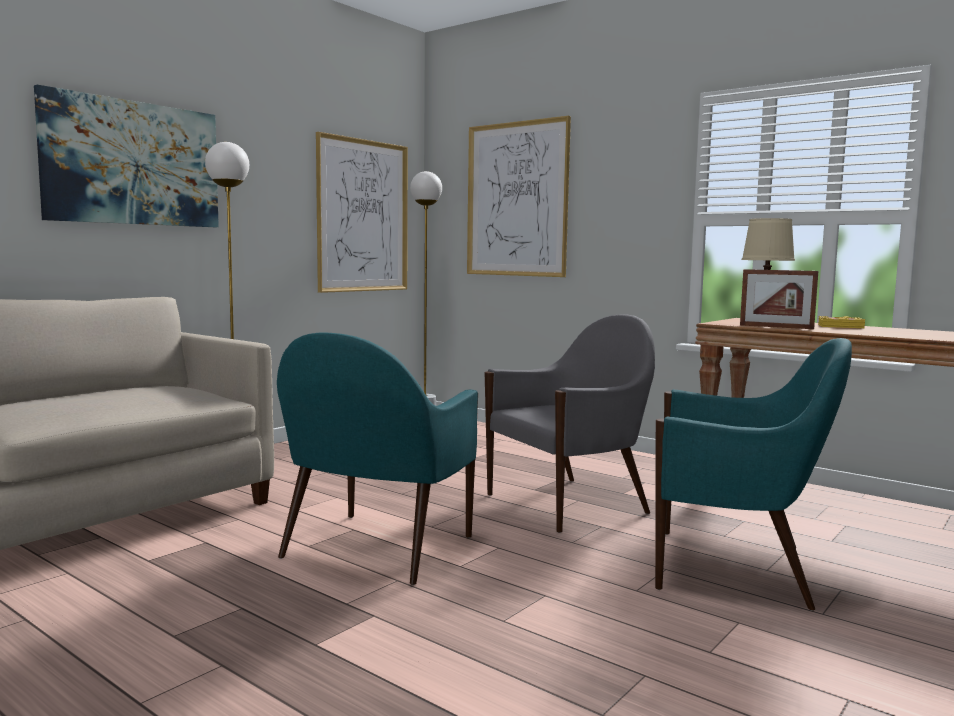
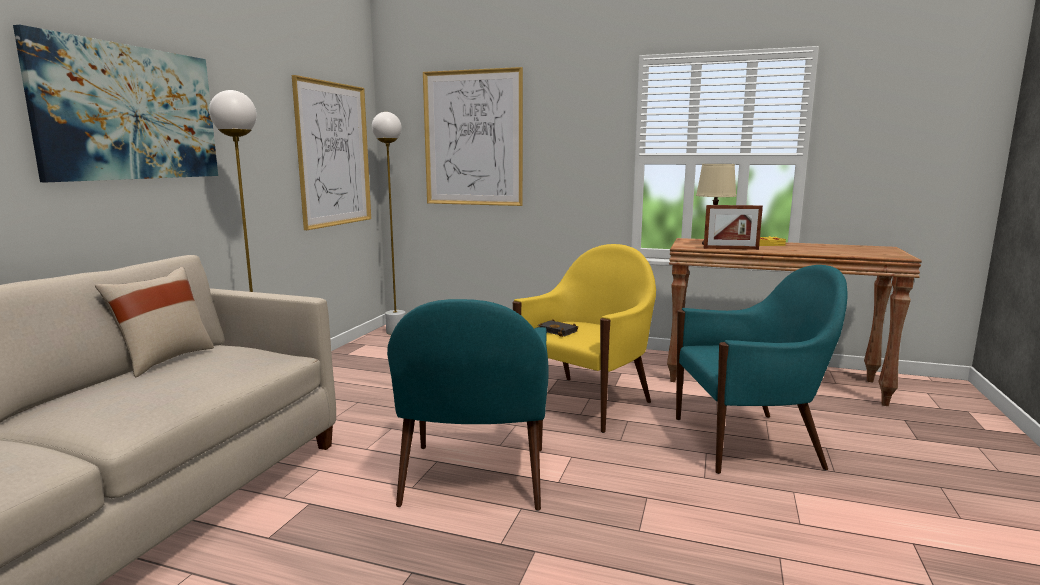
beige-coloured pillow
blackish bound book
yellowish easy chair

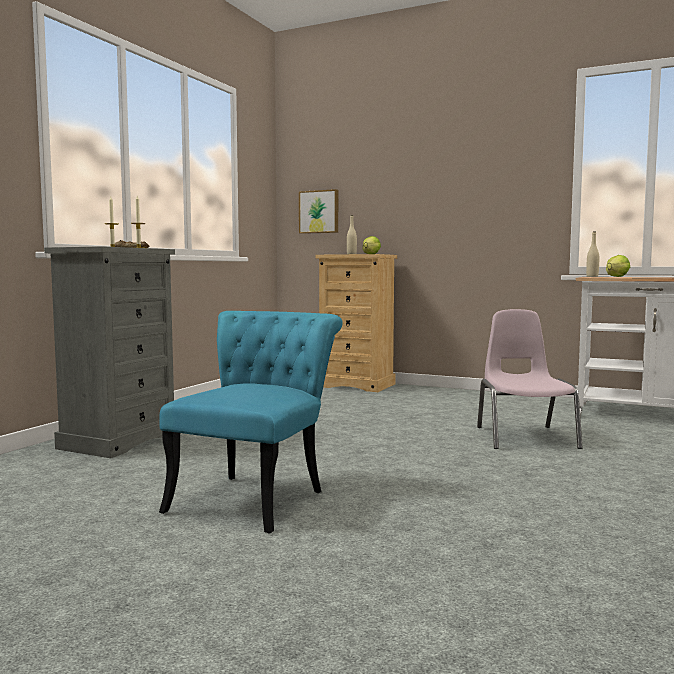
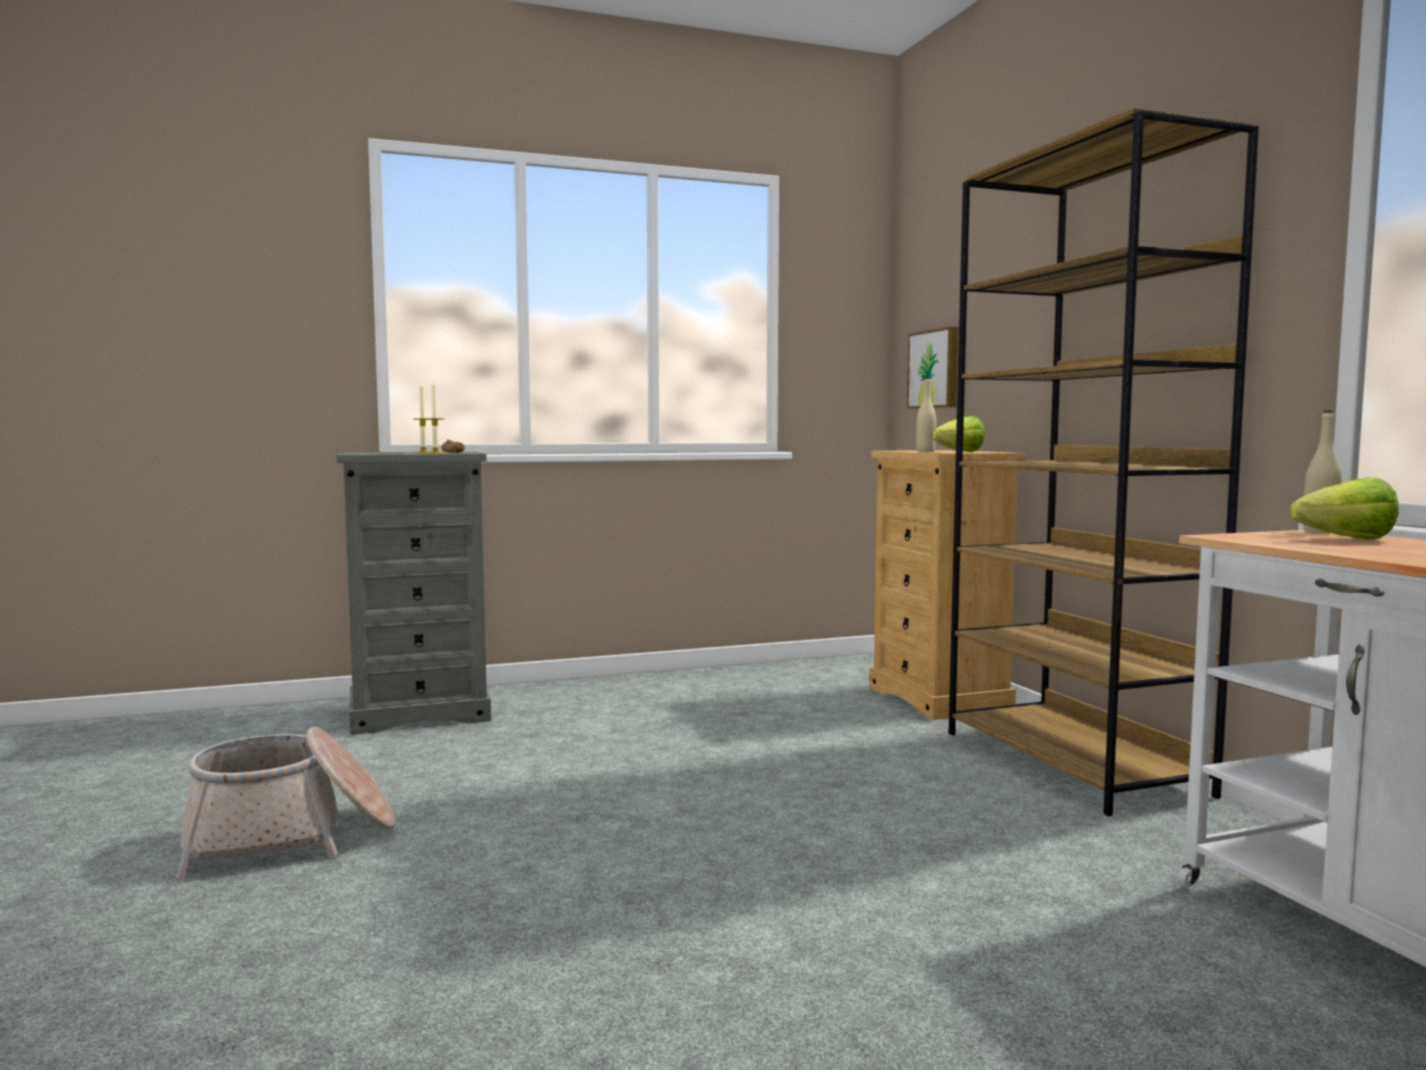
pink-coloured chair
brownish bookshelf
household basket

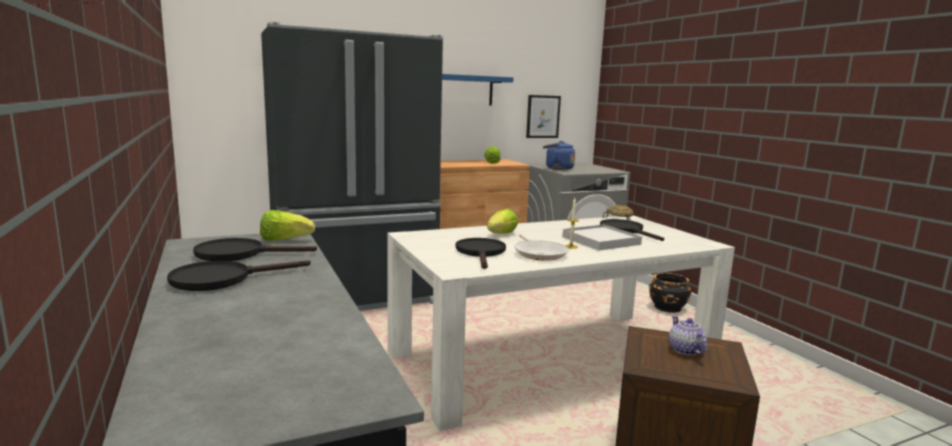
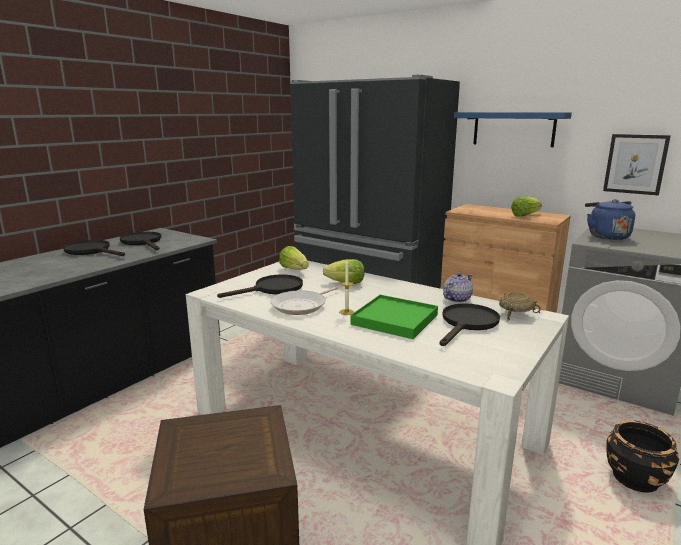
lettuce head (1st from left)
teapot
greenish tray

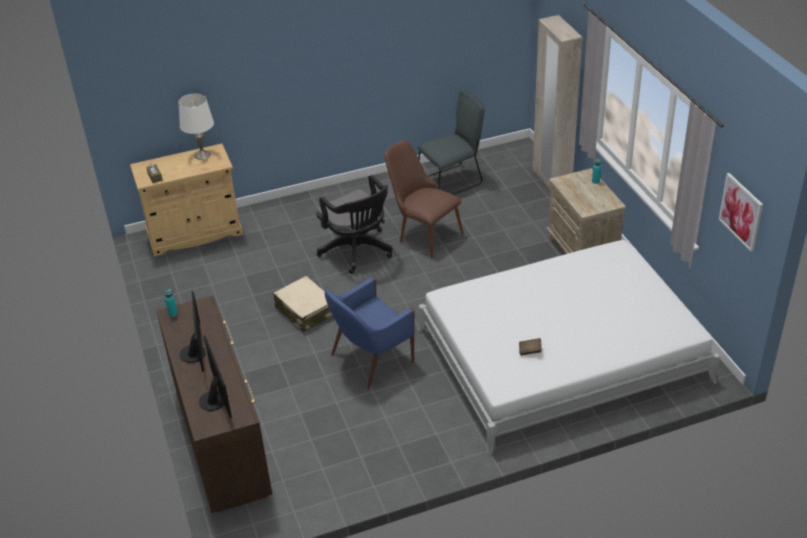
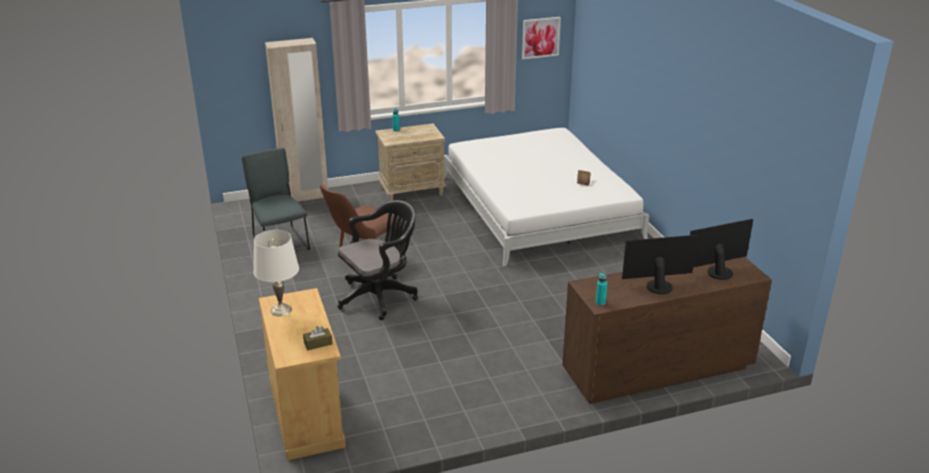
beige-coloured travel case
bluish easy chair

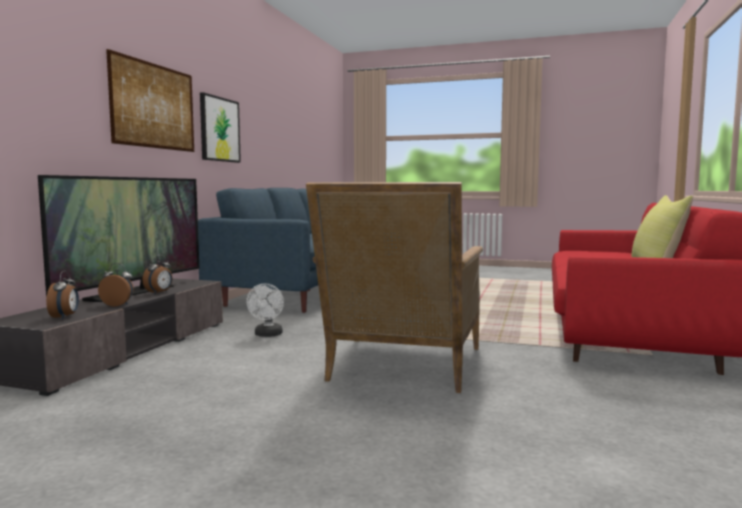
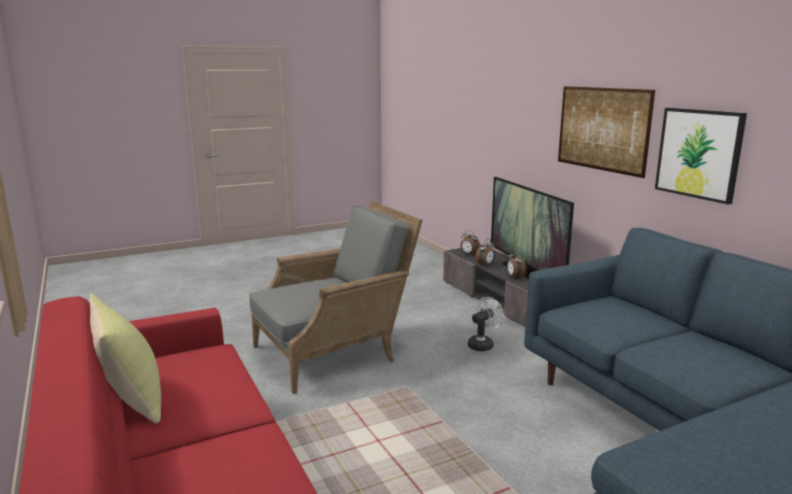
white-coloured electric fan
greyish easy chair

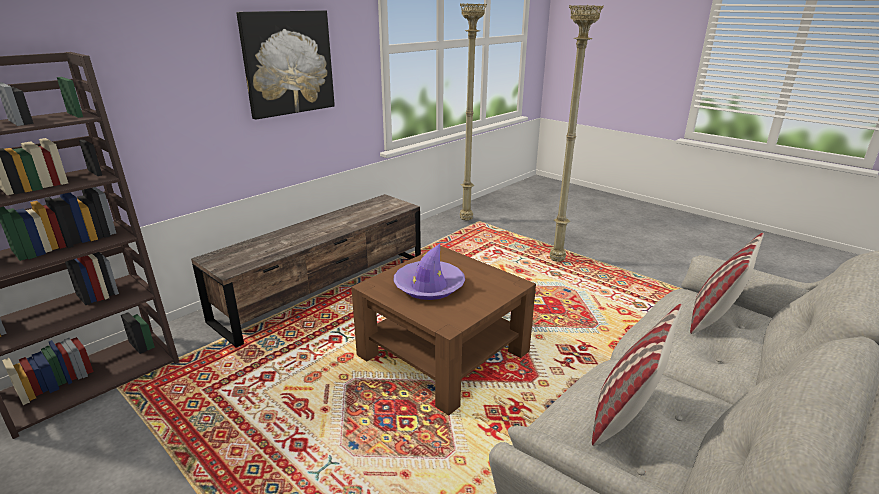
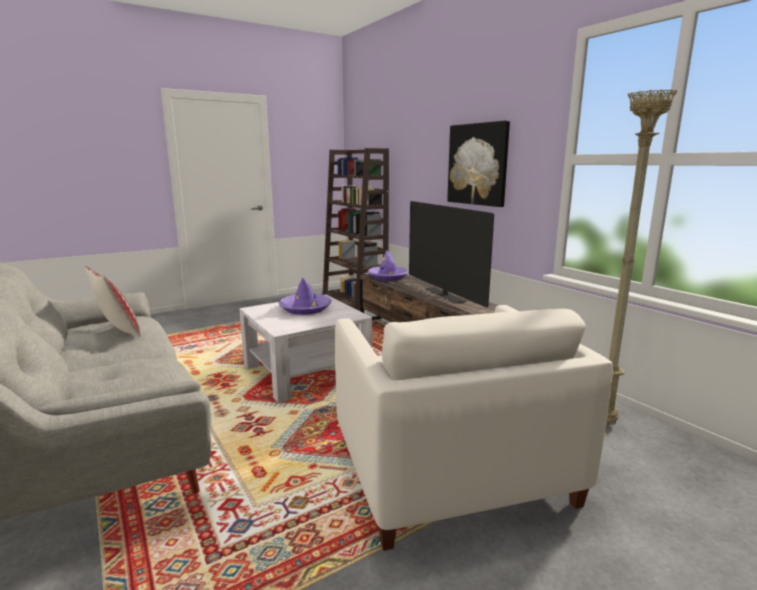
pillow (2nd from left in the first image)
purple wearable hat (2nd from left)
television
white-coloured easy chair
white-coloured low table

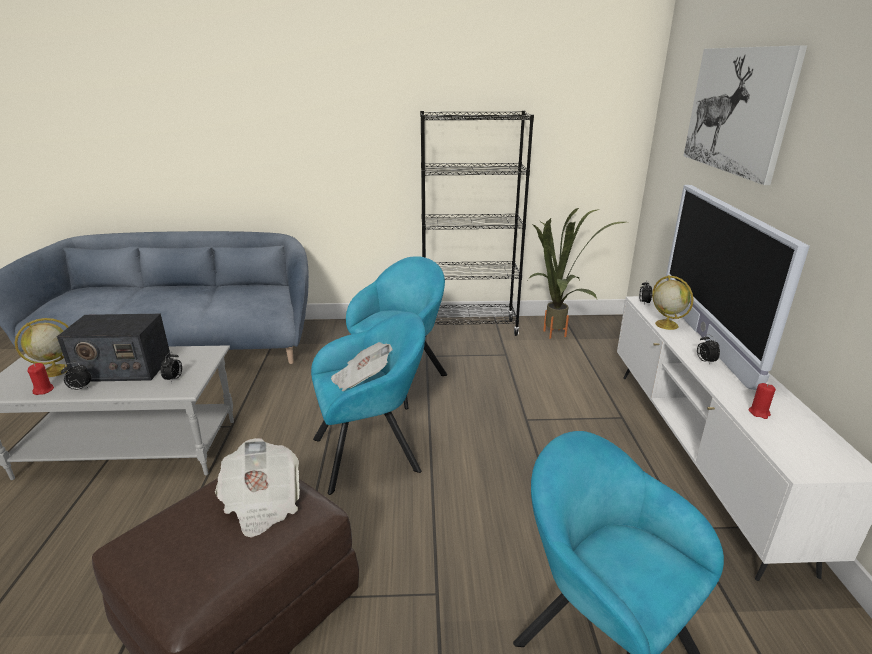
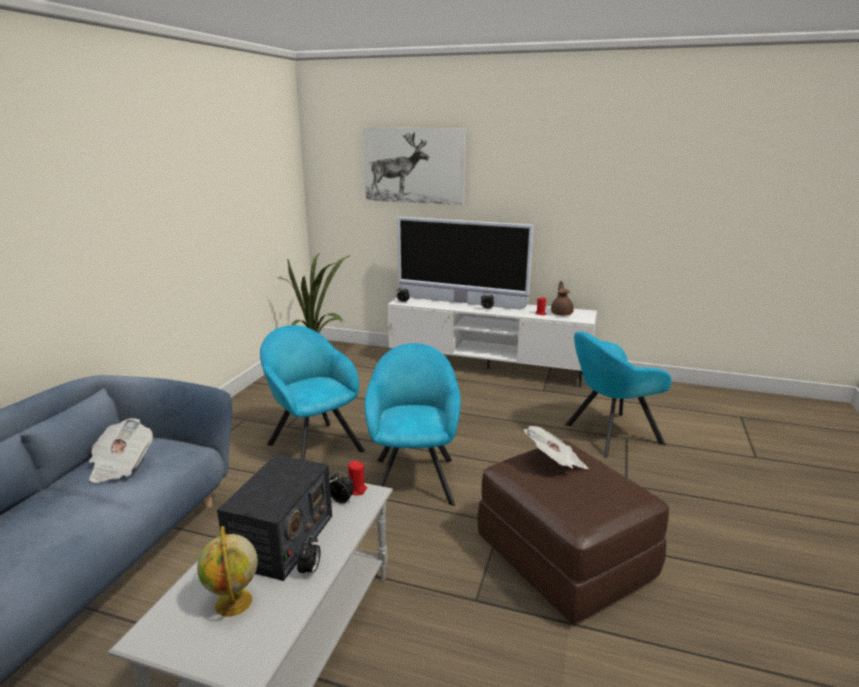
blackish bookshelf
globe (2nd from left in the first image)
brownish teapot
red wax light (1st from left)
daily paper (1st from left)

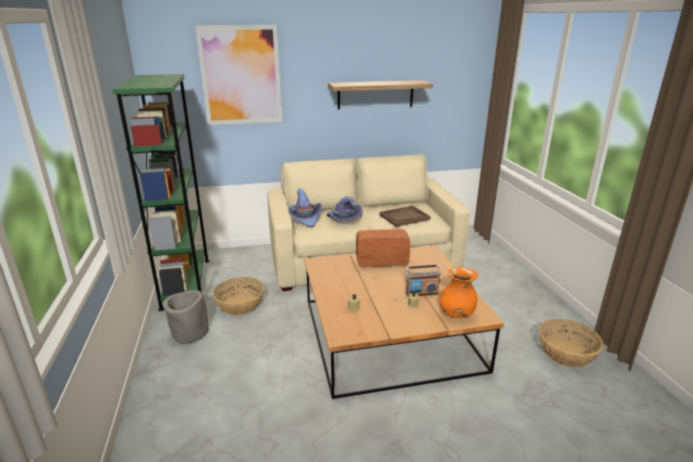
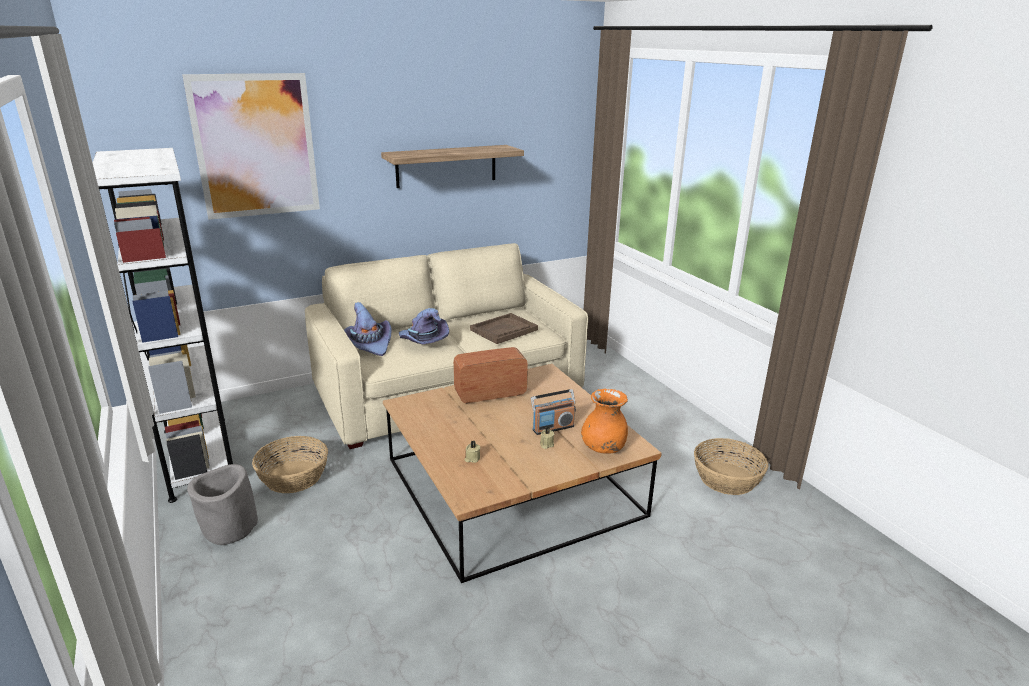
white-coloured bookshelf

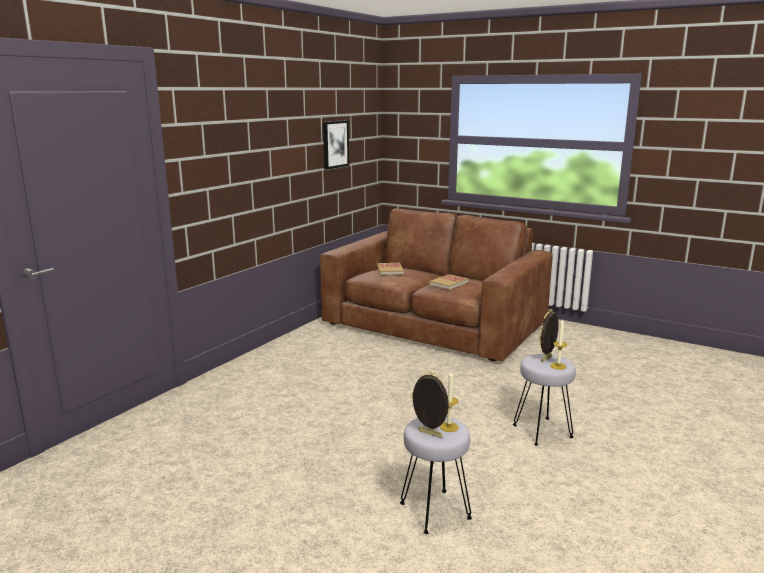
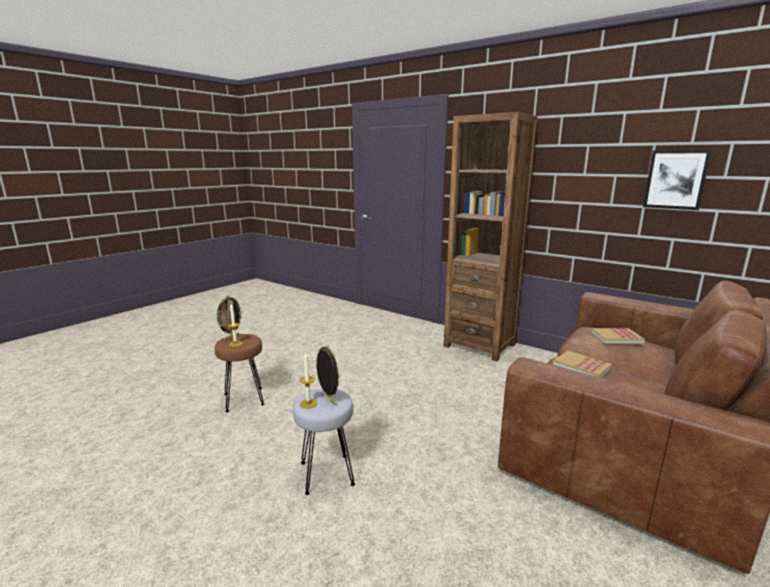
brownish bookshelf
brownish stool

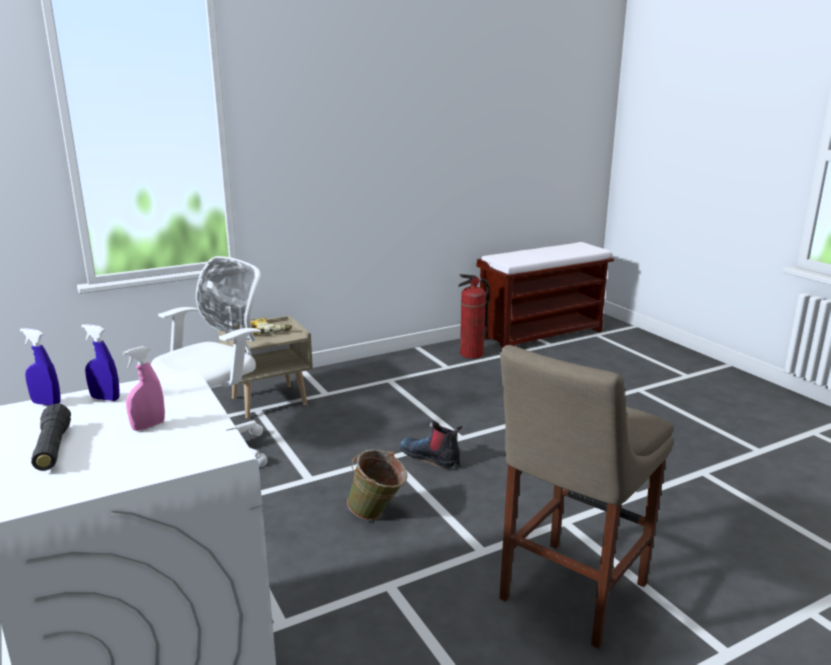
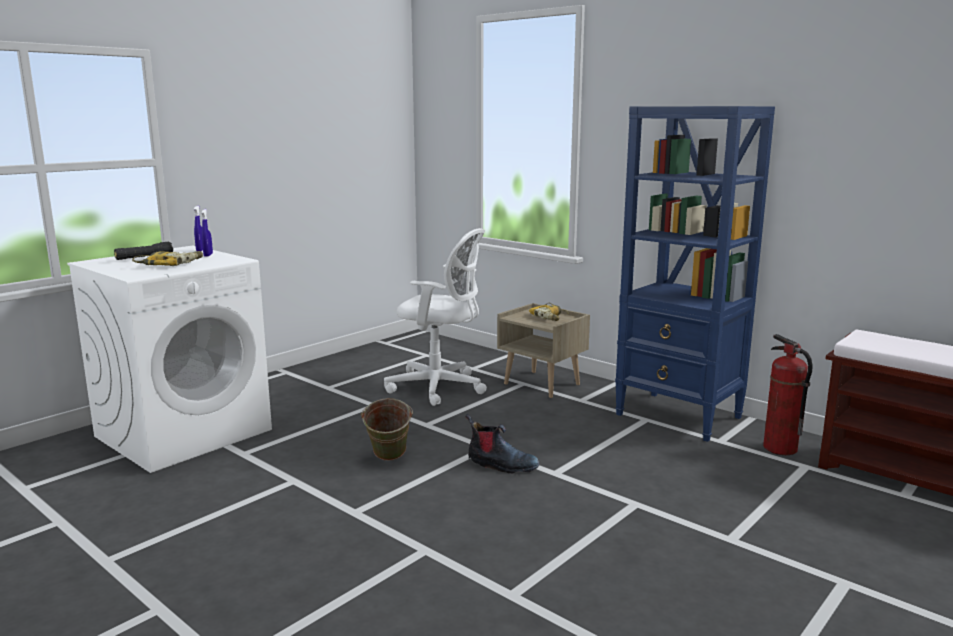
beige-coloured stool
bluish bookshelf
electric drill (1st from left)
tall boot

